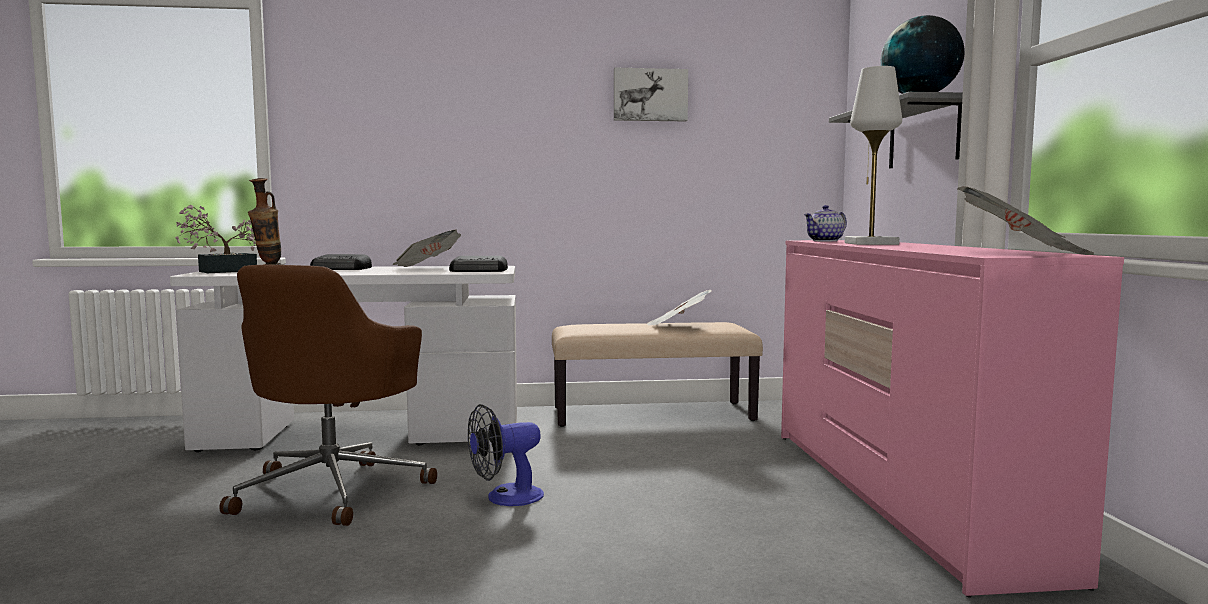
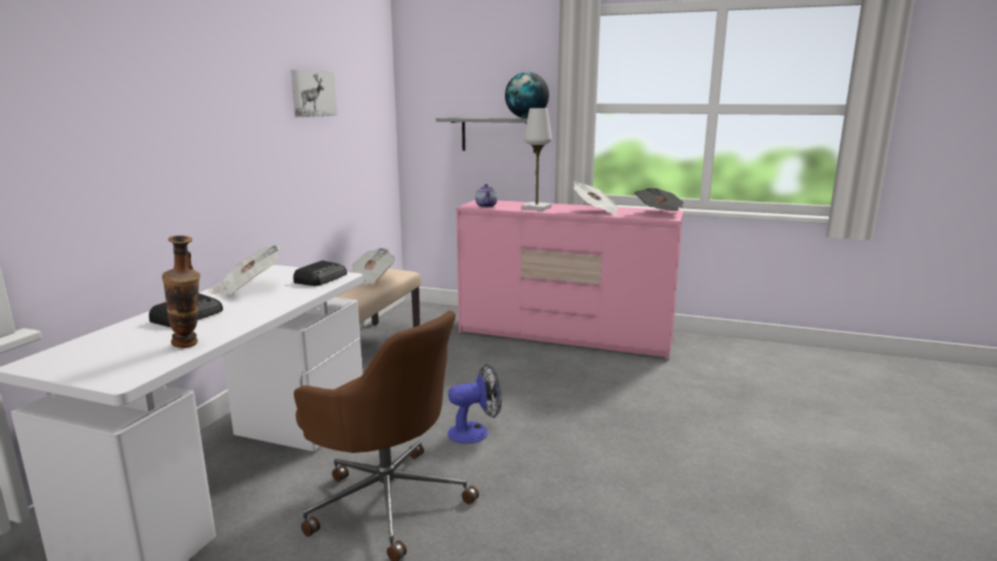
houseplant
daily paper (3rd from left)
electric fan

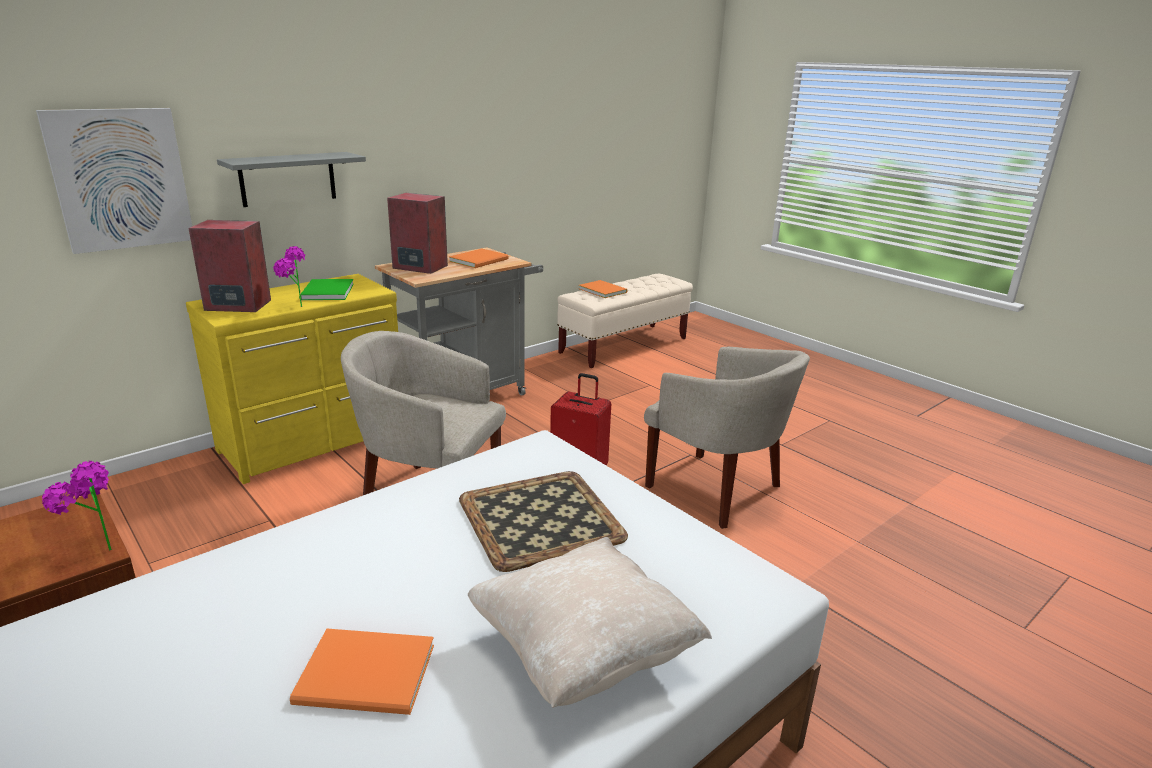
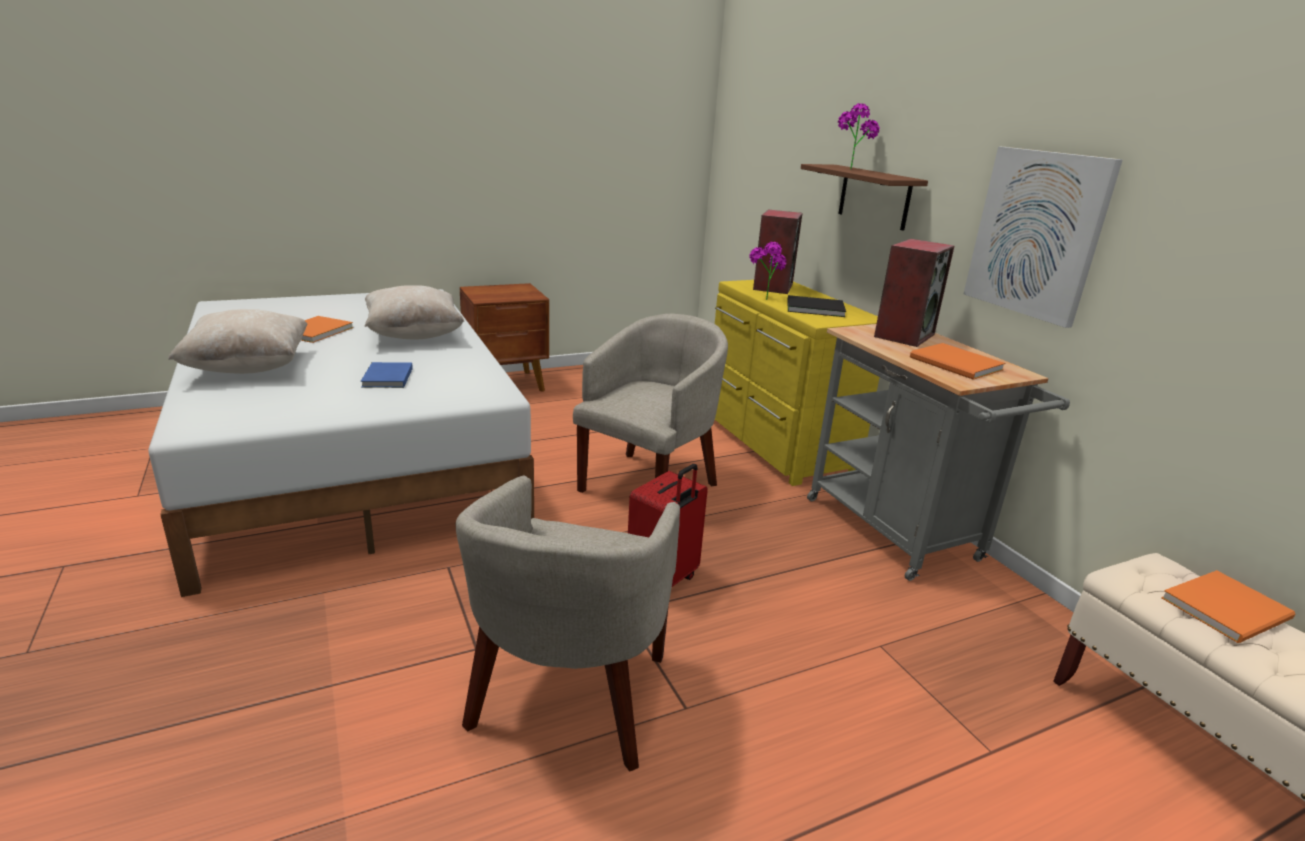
beige-coloured pillow (2nd from left)
wall picture
houseplant (2nd from left)
bluish bound book
brownish wall shelf
blackish bound book
beige-coloured easy chair (1st from left)

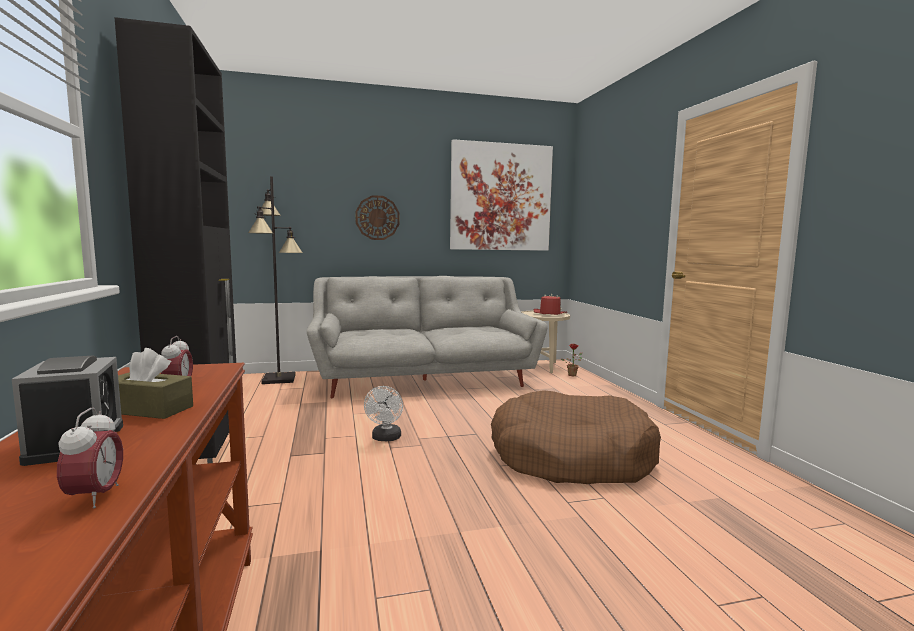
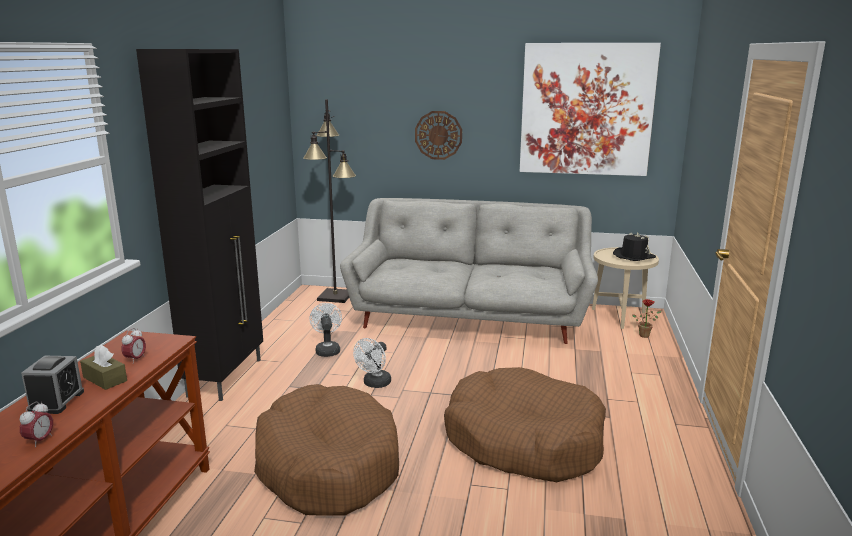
brownish pet bed (1st from left)
white-coloured electric fan (1st from left)
blackish wearable hat

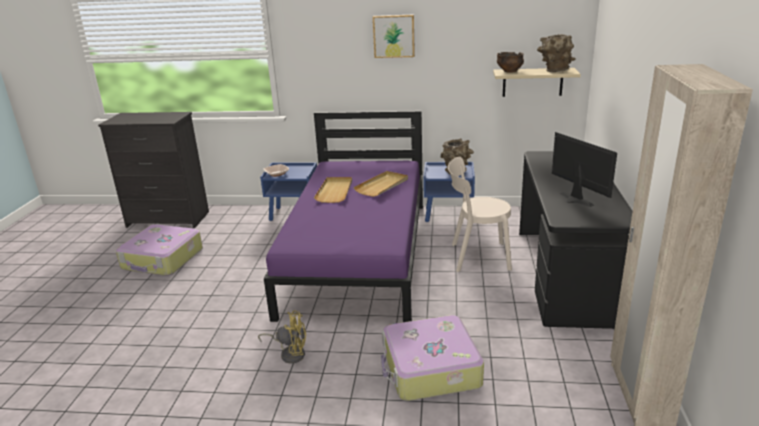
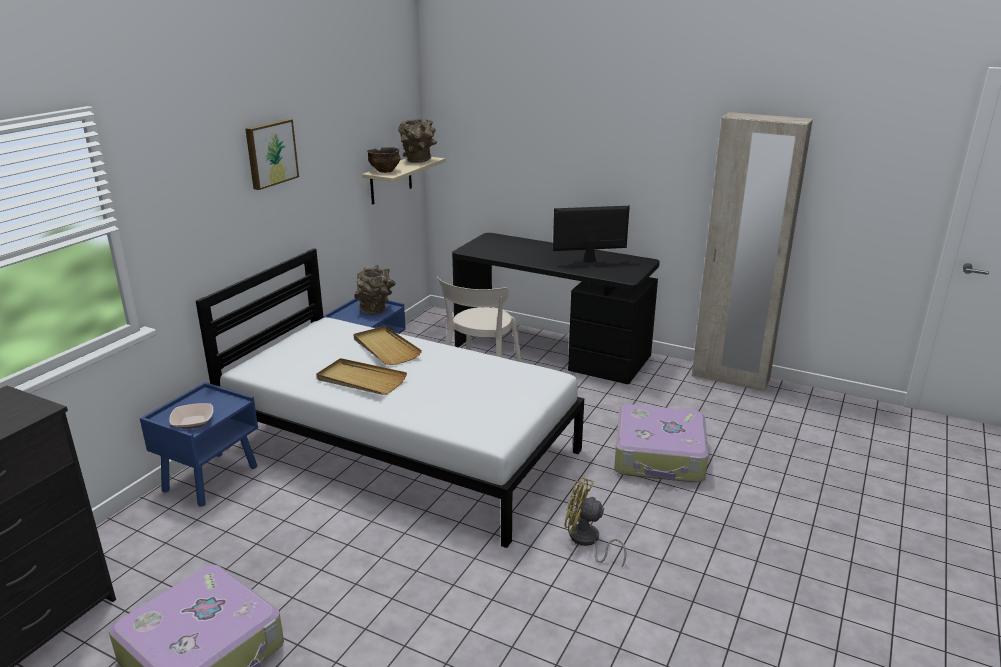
white-coloured bedroom bed
yellowish electric fan

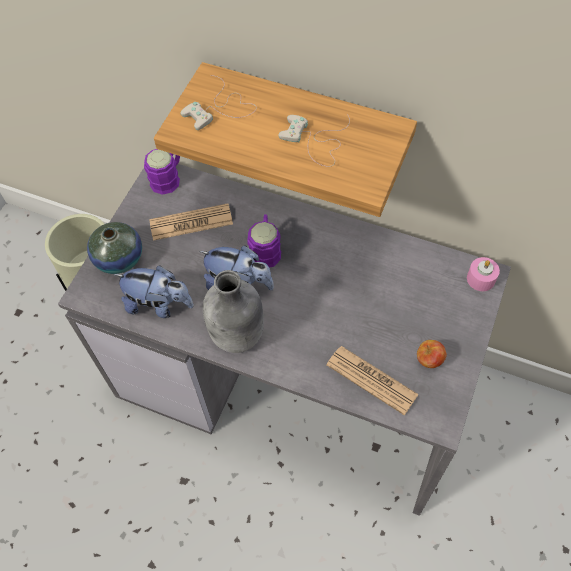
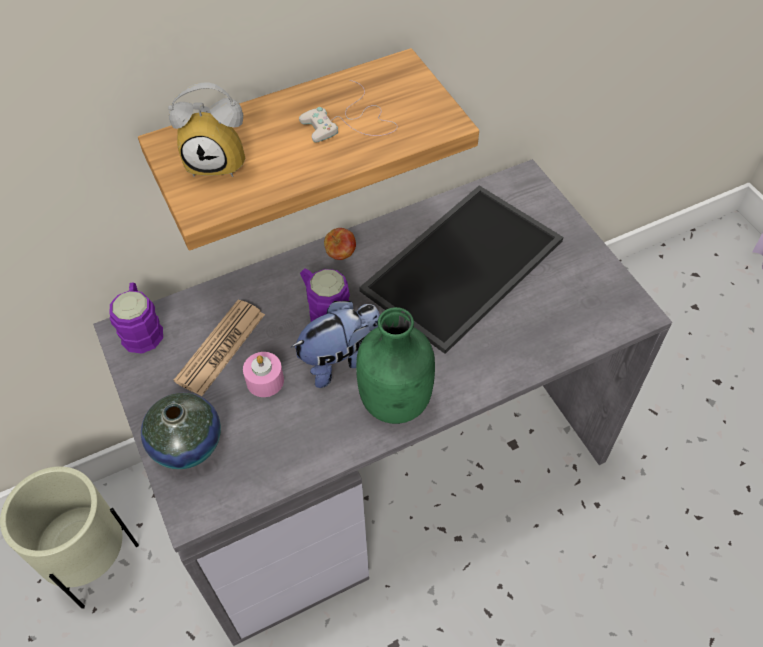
cuddly toy (1st from left in the first image)
daily paper (2nd from left in the first image)
tray
whole apple
pink-coloured wax light
alarm clock
greenish beverage bottle

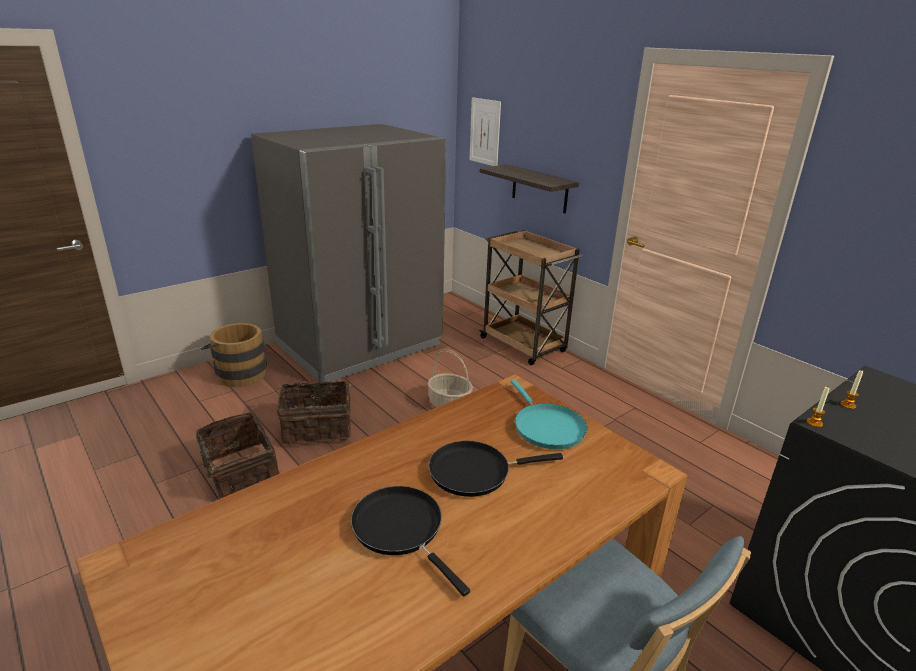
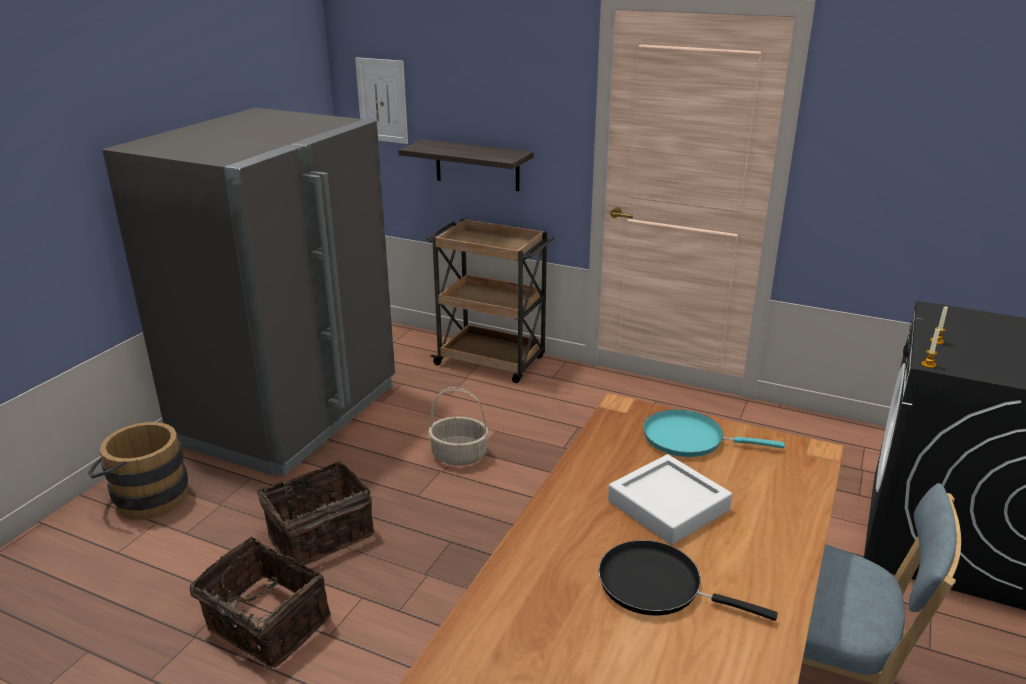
greyish tray
blue-green skillet

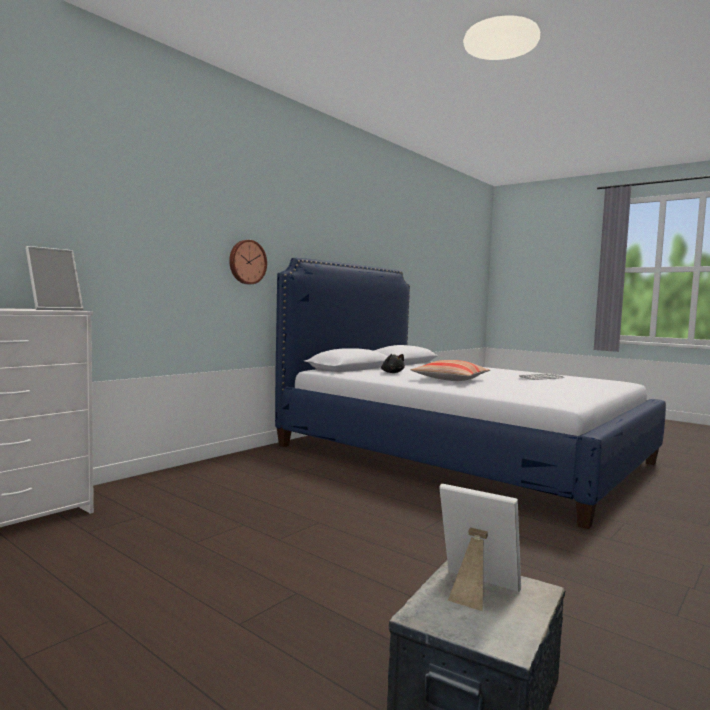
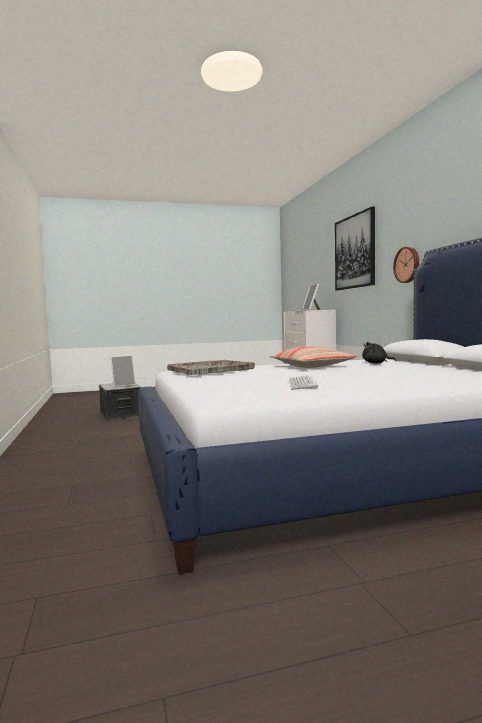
greyish tray
wall picture

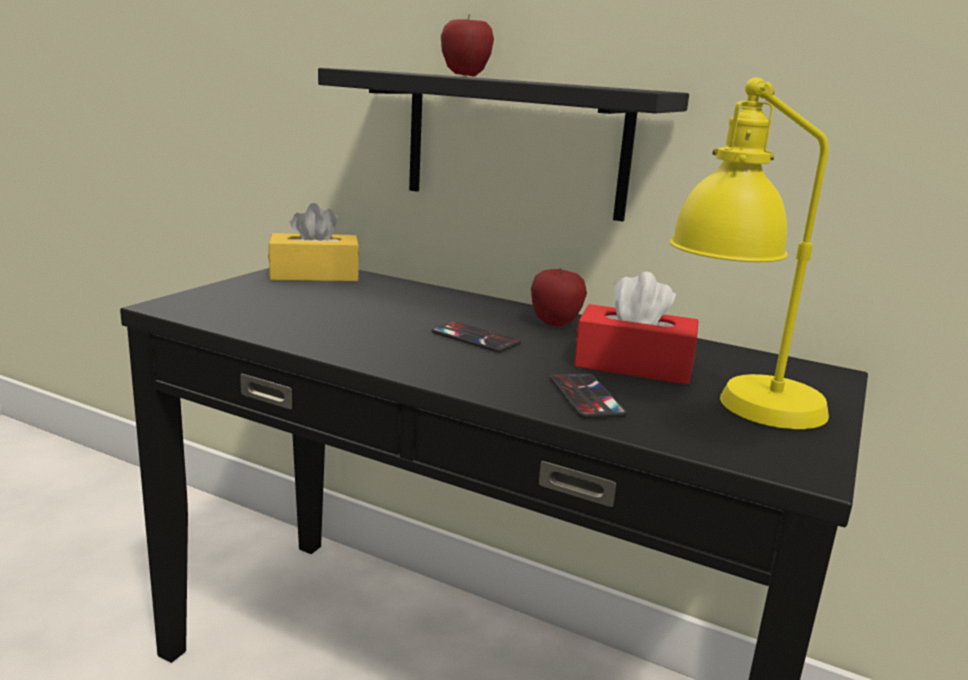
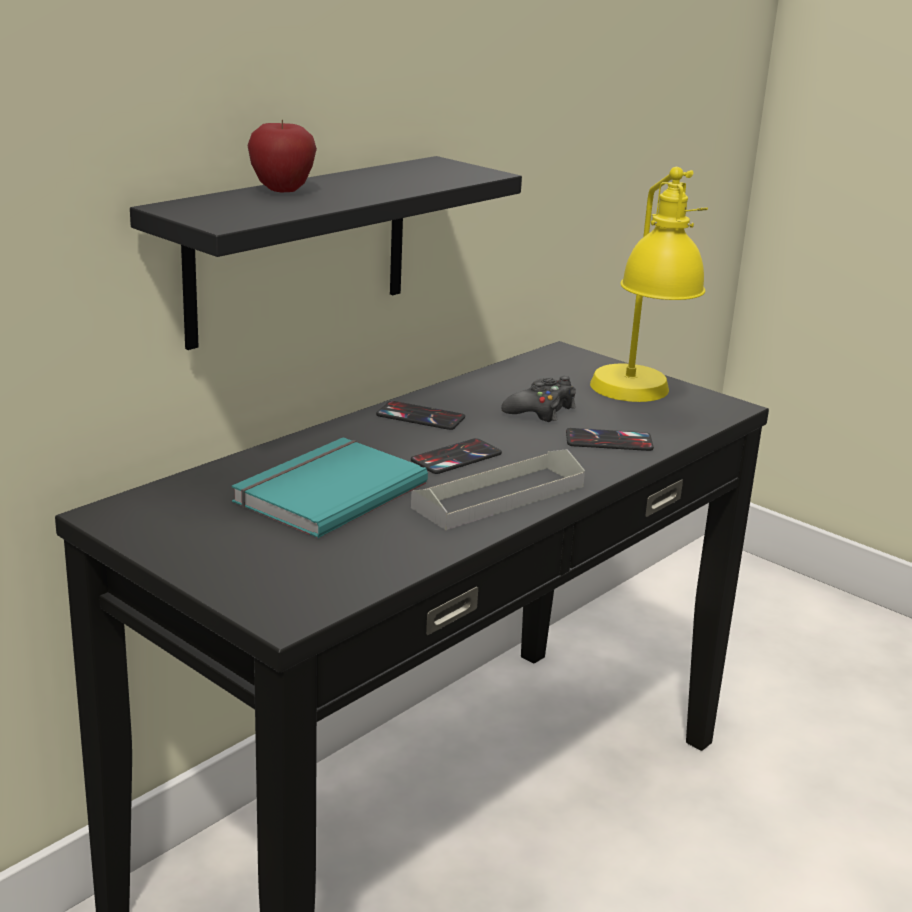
yellowish tissue box
blue-green bound book
greyish tray
handset (1st from left)
blackish joypad

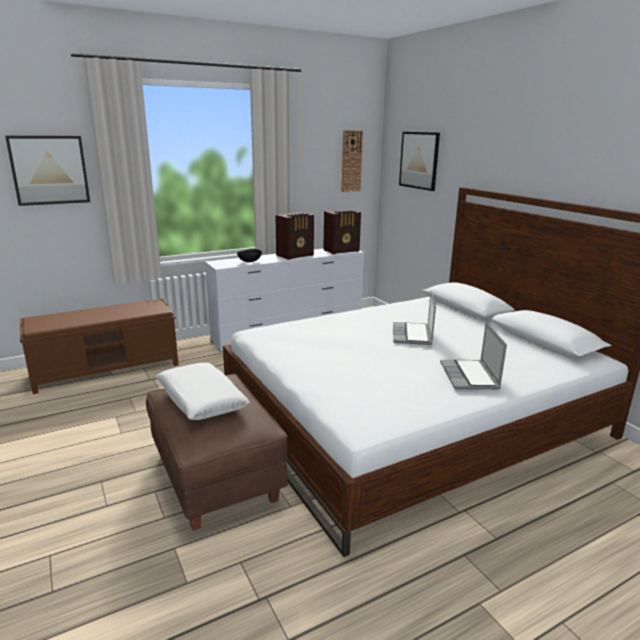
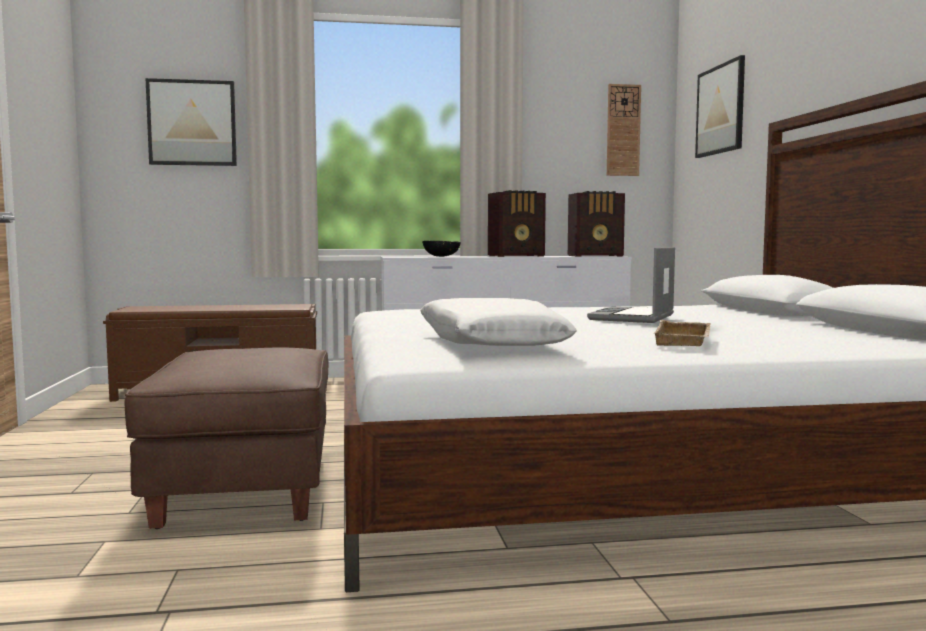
white-coloured pillow
beige-coloured tray

